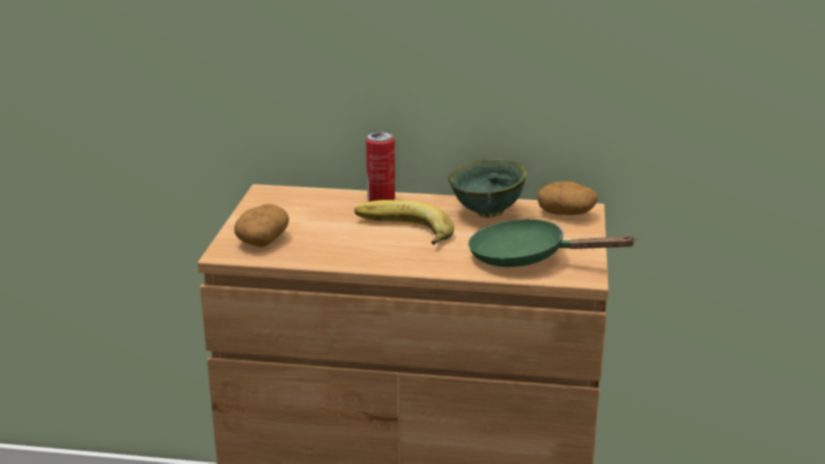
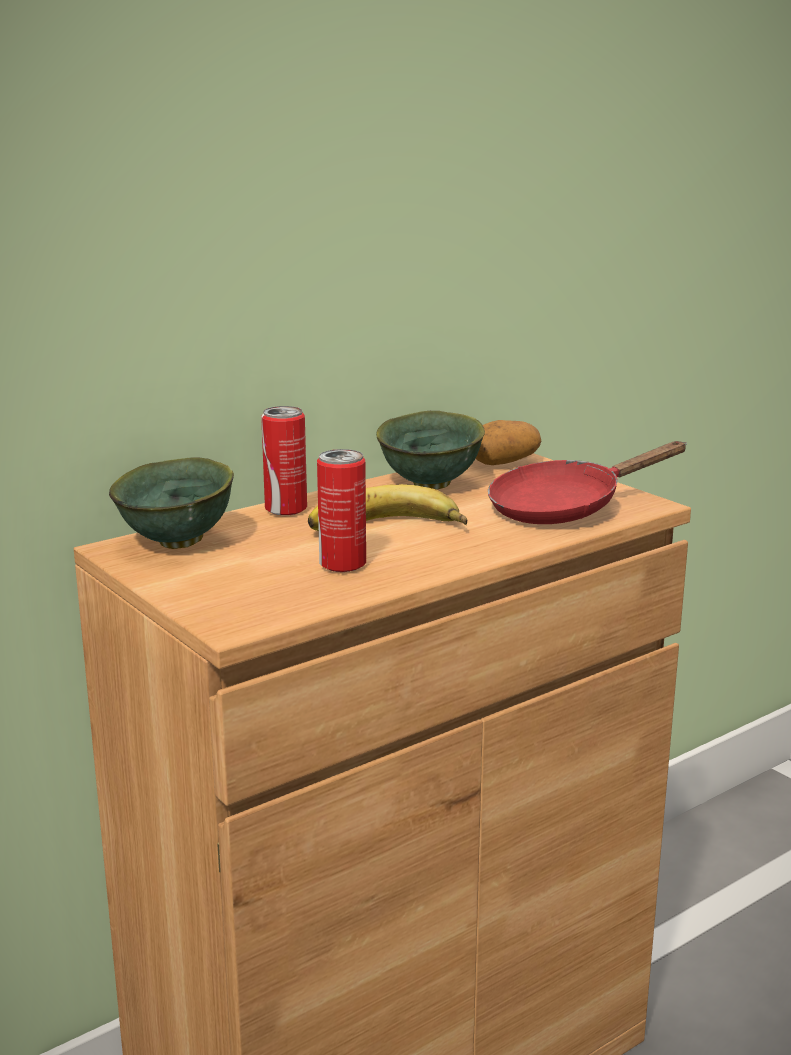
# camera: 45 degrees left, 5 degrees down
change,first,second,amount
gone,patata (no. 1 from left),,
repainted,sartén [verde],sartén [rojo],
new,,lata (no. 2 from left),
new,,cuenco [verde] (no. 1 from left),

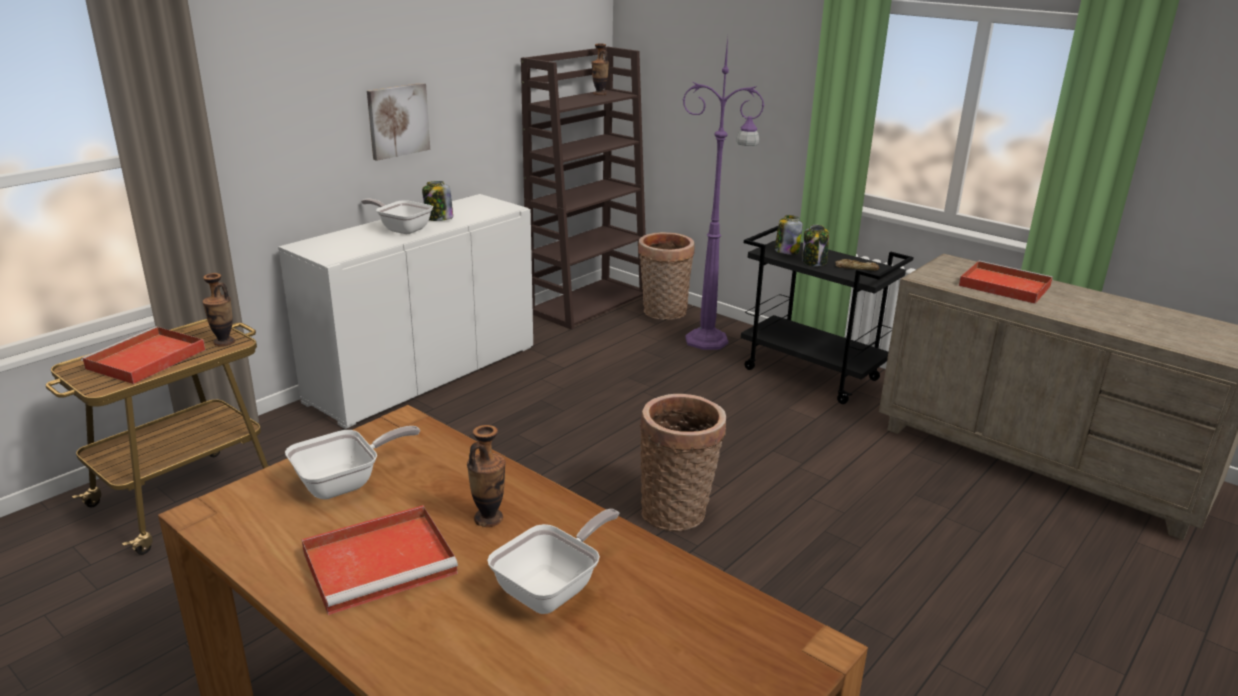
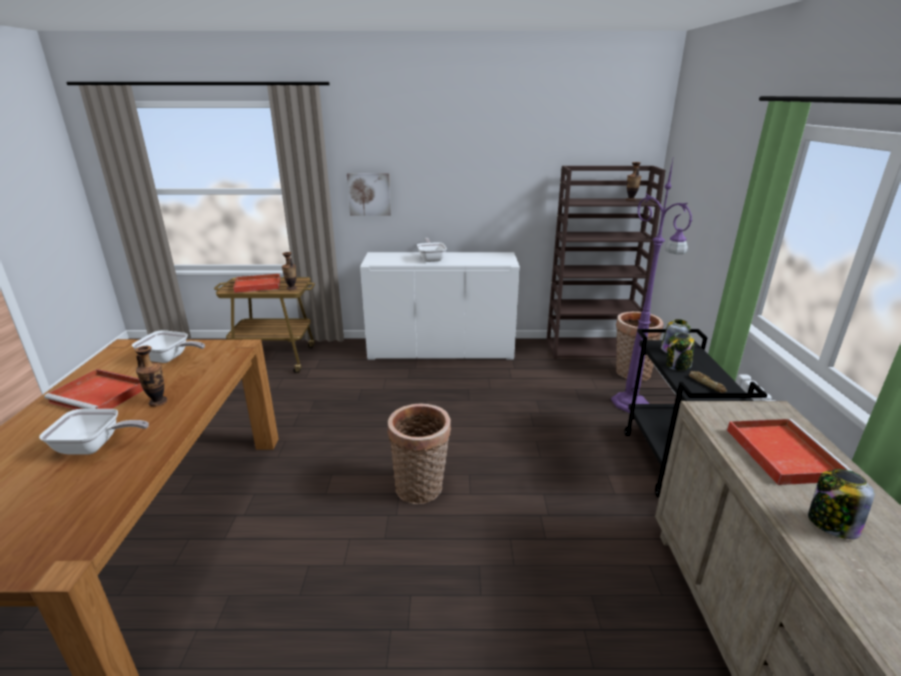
# camera: 50 degrees right, 0 degrees up
change,first,second,amount
shifted,cuadro,,
shifted,tarro (no. 1 from left in the first image),tarro (no. 3 from left),

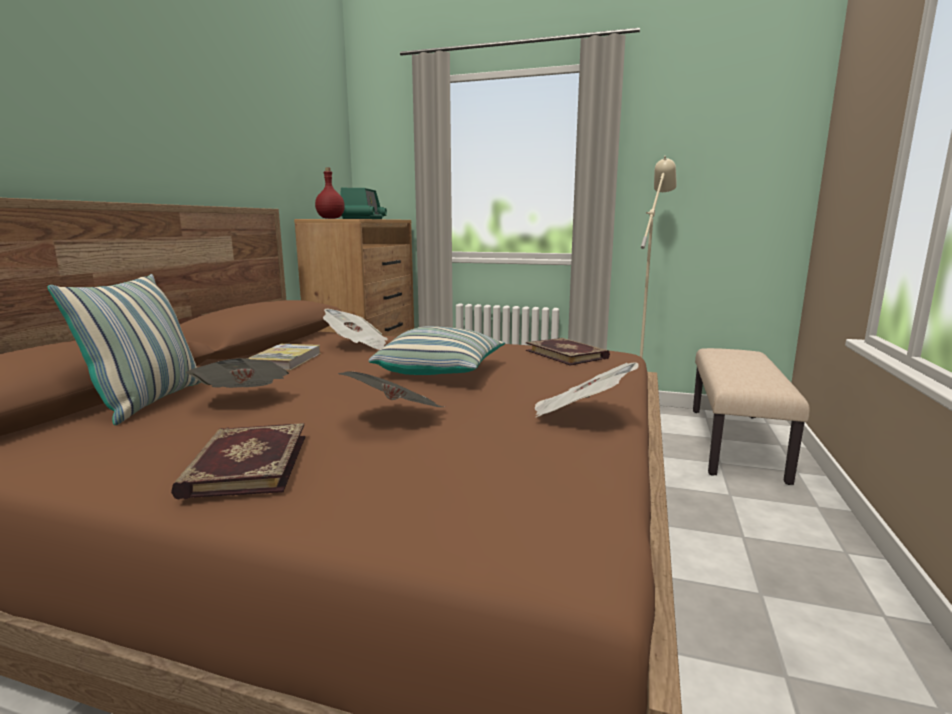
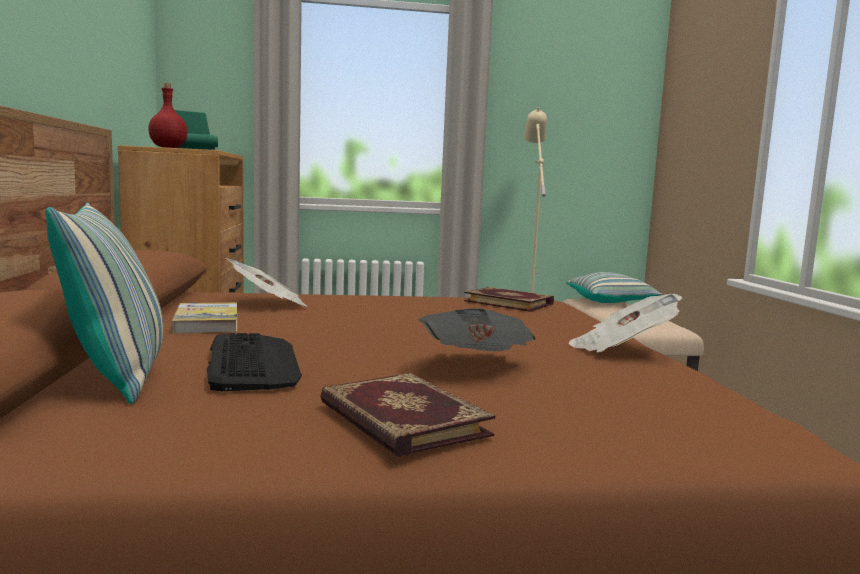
# camera: 25 degrees left, 5 degrees down
change,first,second,amount
shifted,cojín (no. 2 from left),,
swapped,periódico (no. 1 from left),teclado,

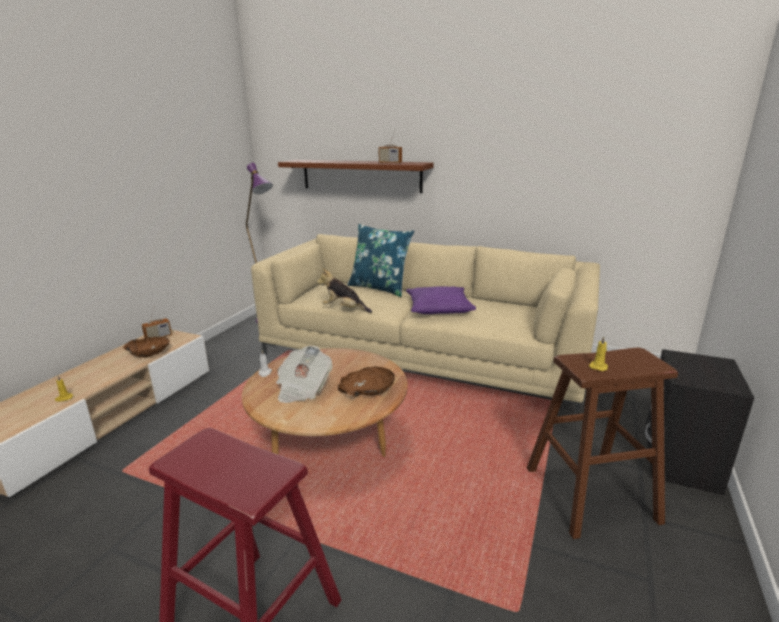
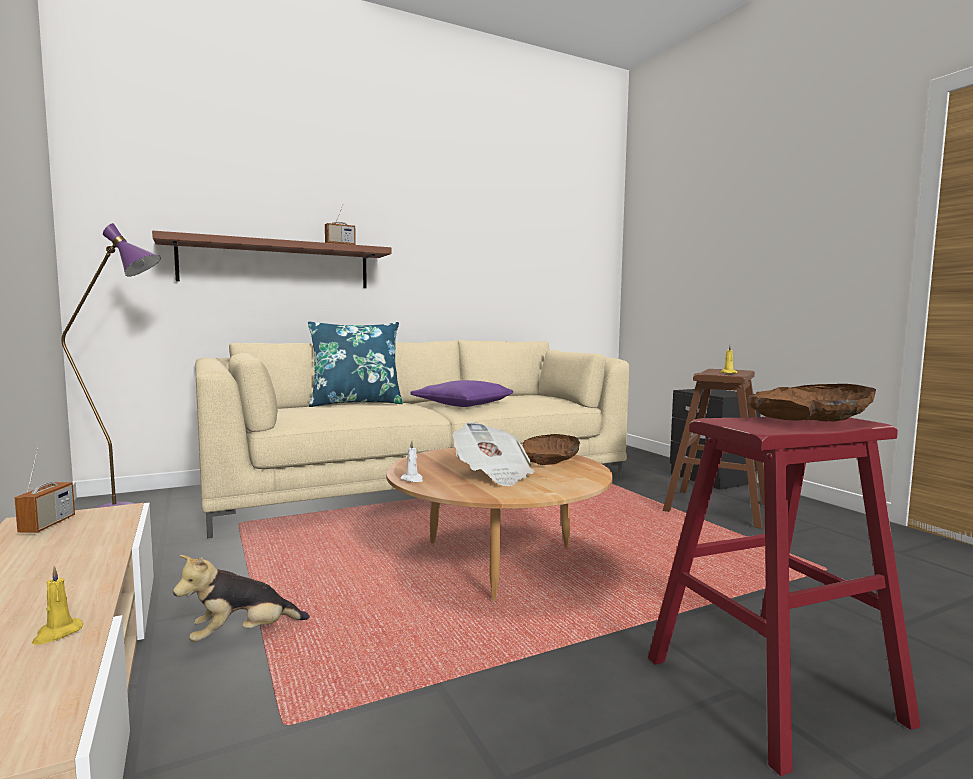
# camera: 50 degrees left, 15 degrees down
change,first,second,amount
shifted,peluche,,
shifted,cuenco [marrón] (no. 1 from left in the first image),cuenco [marrón] (no. 2 from left),

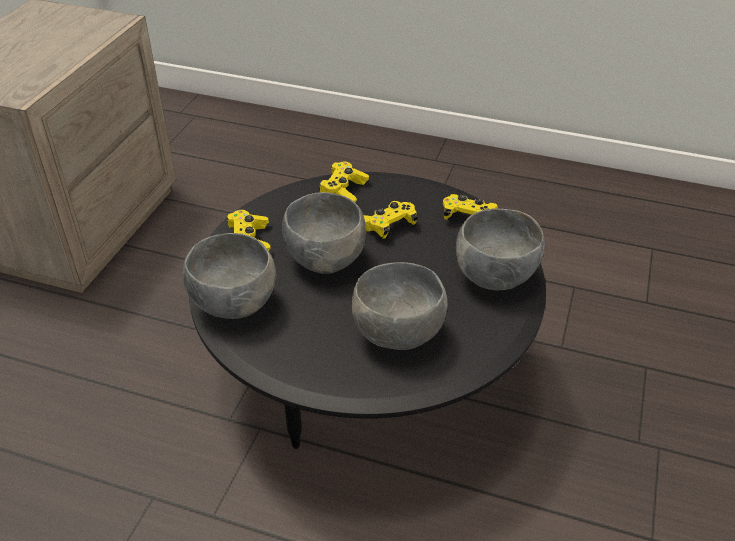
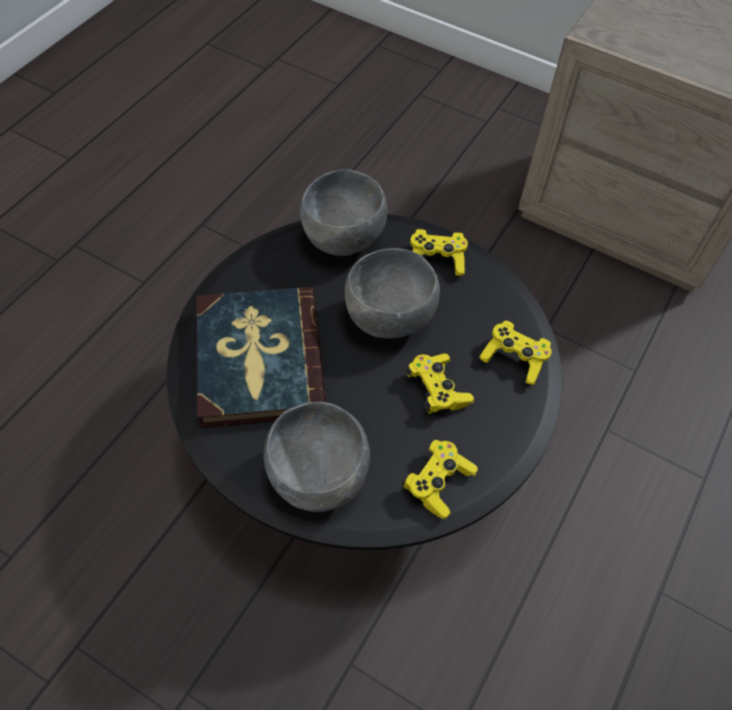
# camera: 100 degrees right, 15 degrees up
change,first,second,amount
swapped,cuenco [gris] (no. 3 from left),libro,

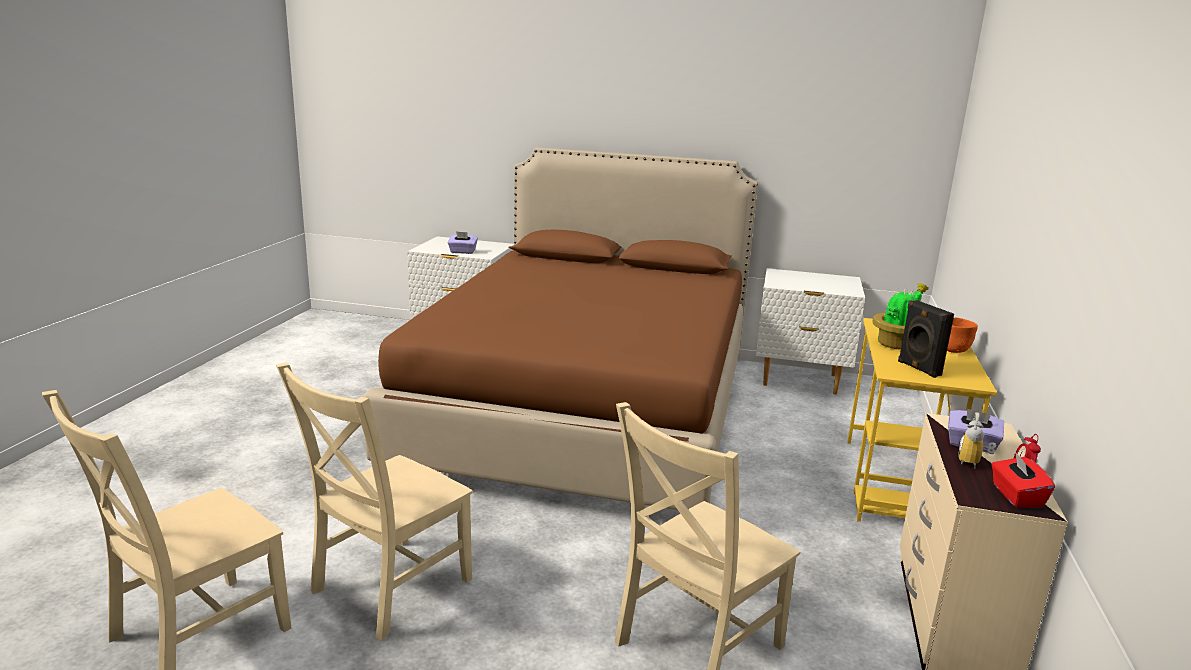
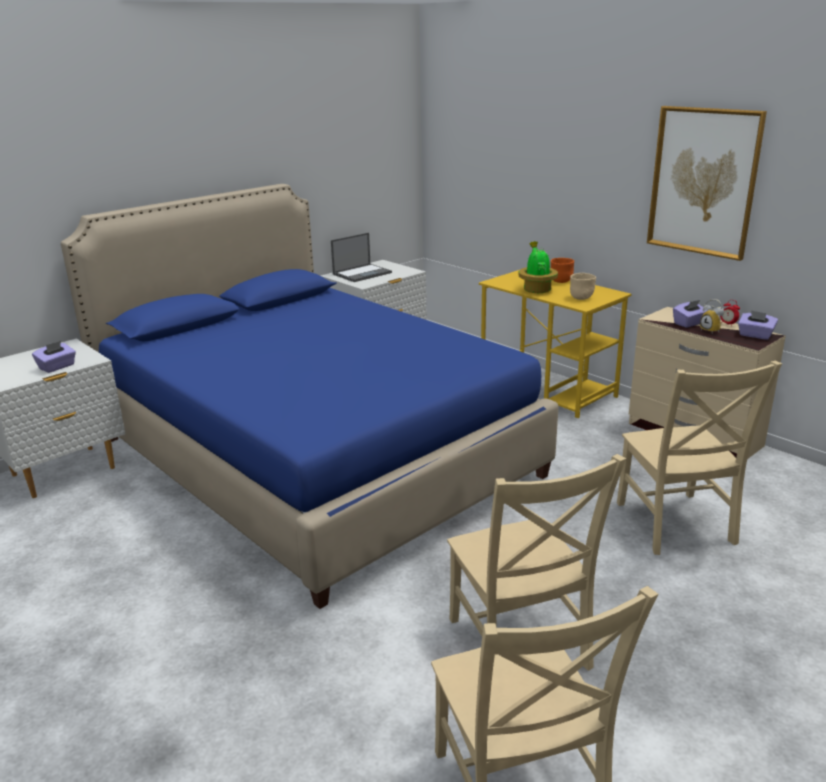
# camera: 55 degrees left, 5 degrees up
change,first,second,amount
repainted,cama [marrón],cama [azul],
swapped,altavoz [negro],cuenco [beis],
repainted,caja de pañuelos [rojo],caja de pañuelos [morado] (no. 3 from left),
new,,cuadro,
new,,portátil,

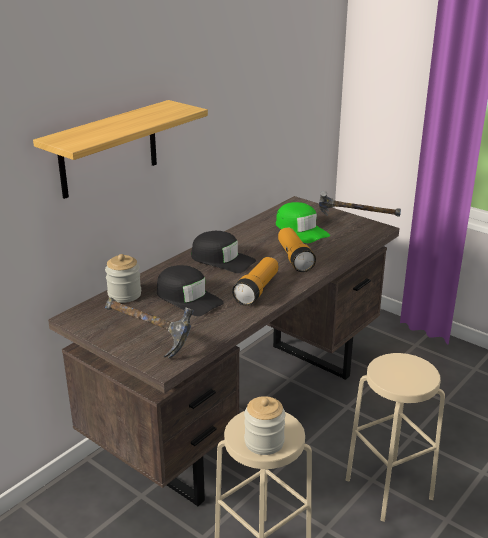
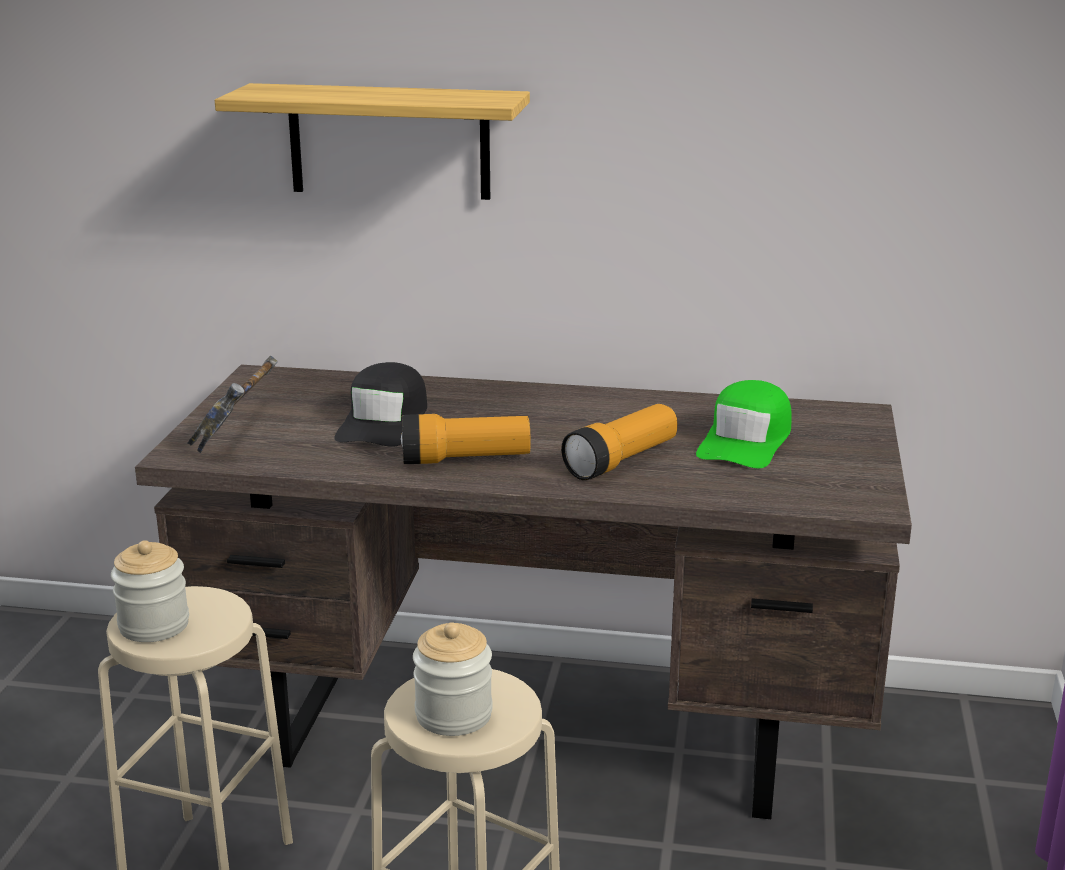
# camera: 60 degrees right, 5 degrees down
change,first,second,amount
gone,martillo (no. 2 from left),,
gone,gorra [negro] (no. 2 from left),,
shifted,tarro (no. 1 from left in the first image),tarro (no. 2 from left),

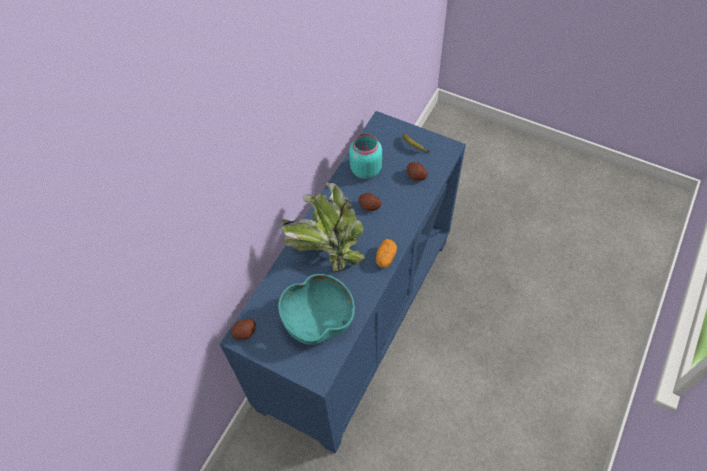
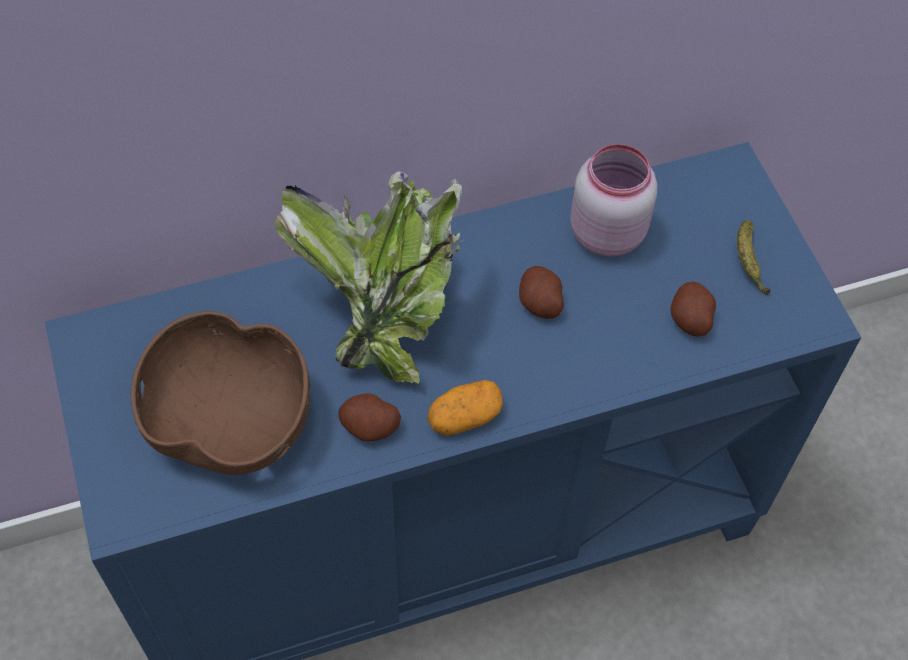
# camera: 40 degrees right, 0 degrees up
change,first,second,amount
repainted,tarro [turquesa],tarro [rosa],
repainted,cuenco [turquesa],cuenco [marrón],
shifted,patata (no. 1 from left),,

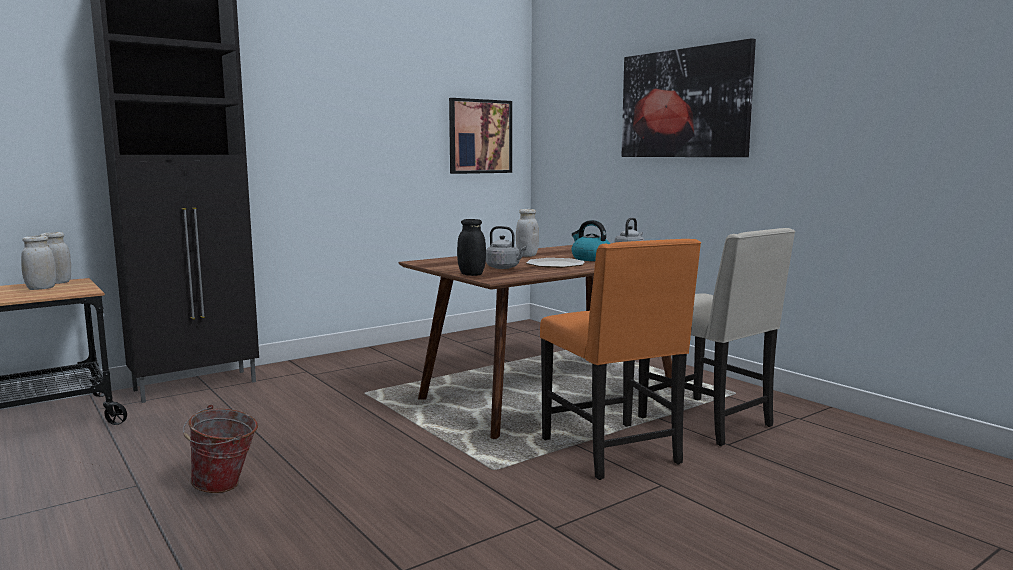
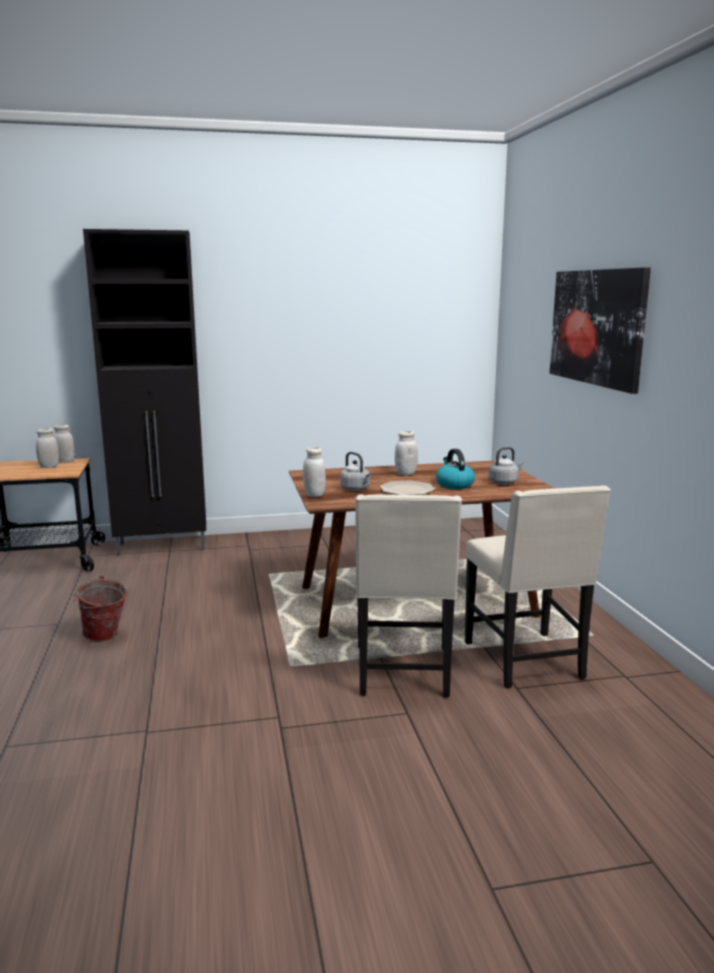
# camera: 25 degrees right, 5 degrees up
change,first,second,amount
gone,cuadro (no. 1 from left),,
repainted,tarro [negro],tarro [blanco] (no. 3 from left),
repainted,silla [naranja],silla [beis] (no. 1 from left),

